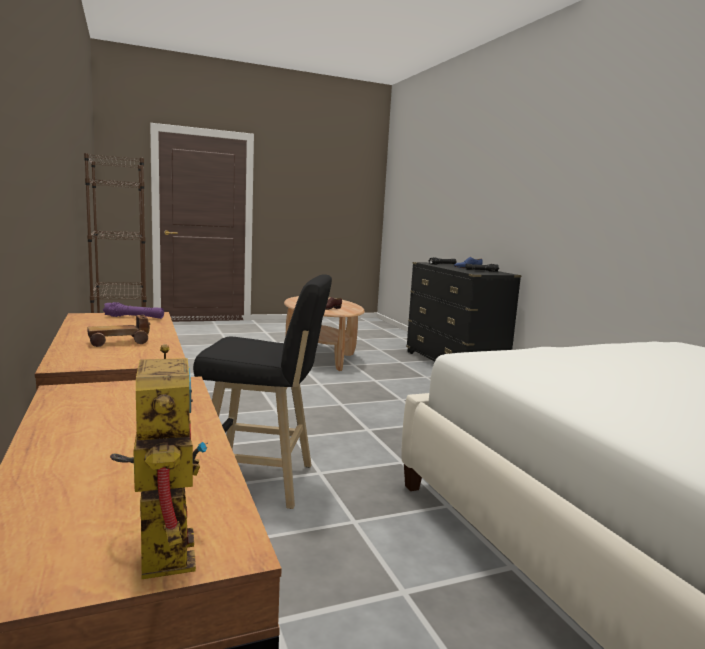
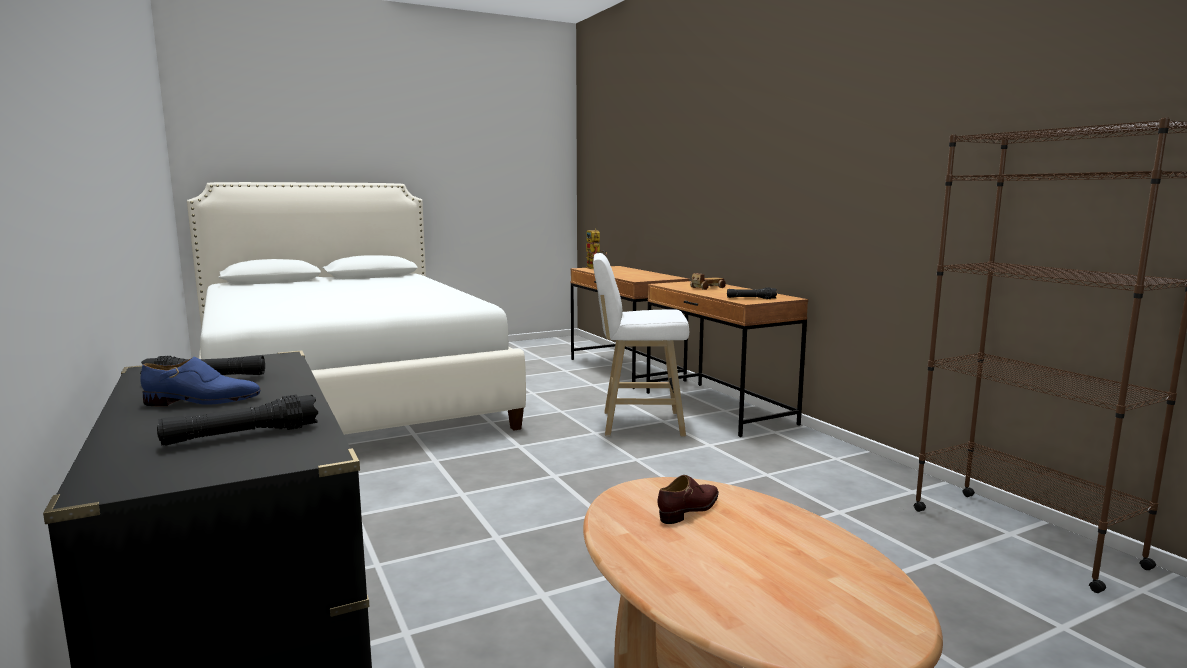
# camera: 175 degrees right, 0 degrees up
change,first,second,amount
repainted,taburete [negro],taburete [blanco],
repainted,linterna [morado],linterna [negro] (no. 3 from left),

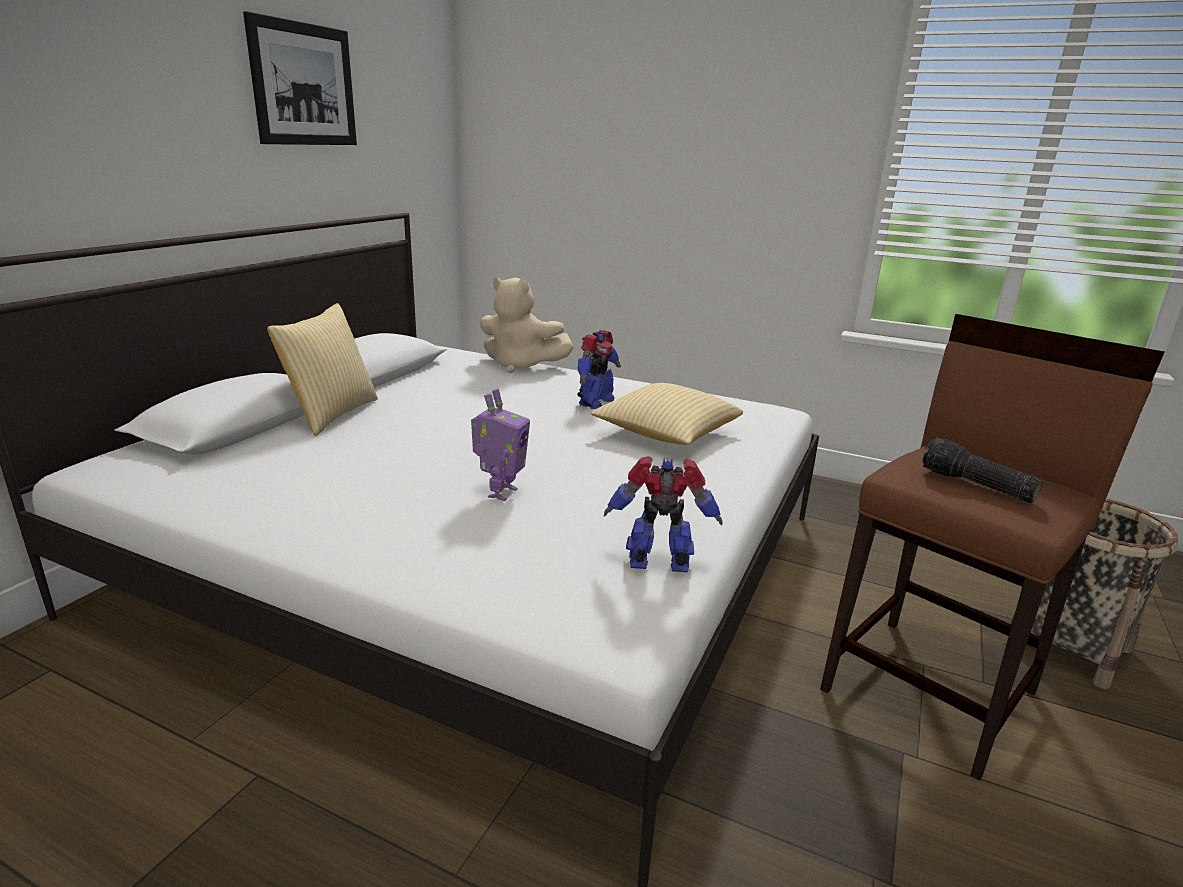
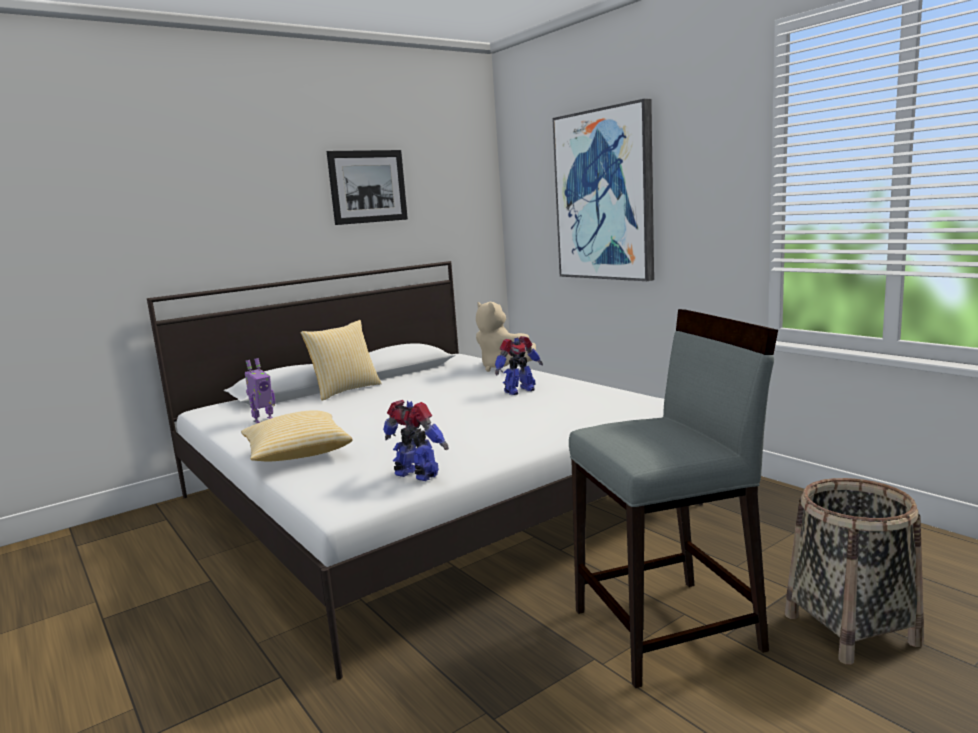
# camera: 30 degrees right, 10 degrees down
change,first,second,amount
repainted,taburete [marrón],taburete [gris],
shifted,cojín (no. 2 from left in the first image),cojín (no. 1 from left),
shifted,robot de juguete (no. 1 from left),,
gone,linterna,,
new,,cuadro (no. 2 from left),

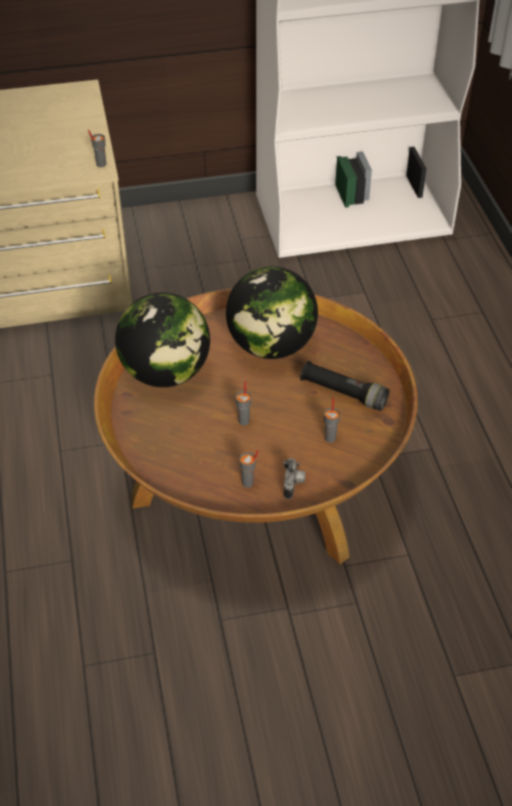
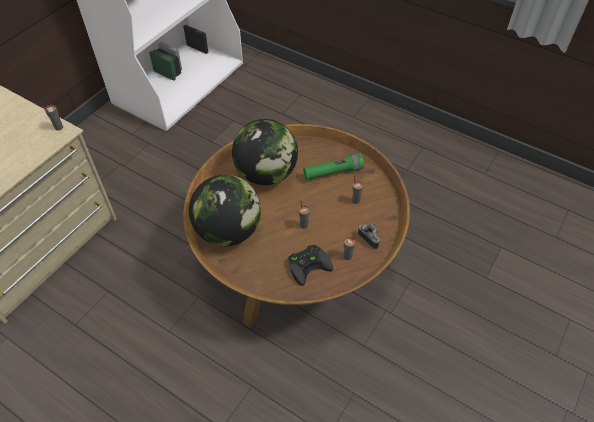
# camera: 45 degrees left, 5 degrees up
change,first,second,amount
repainted,linterna [negro],linterna [verde],
new,,mando de consola [negro],

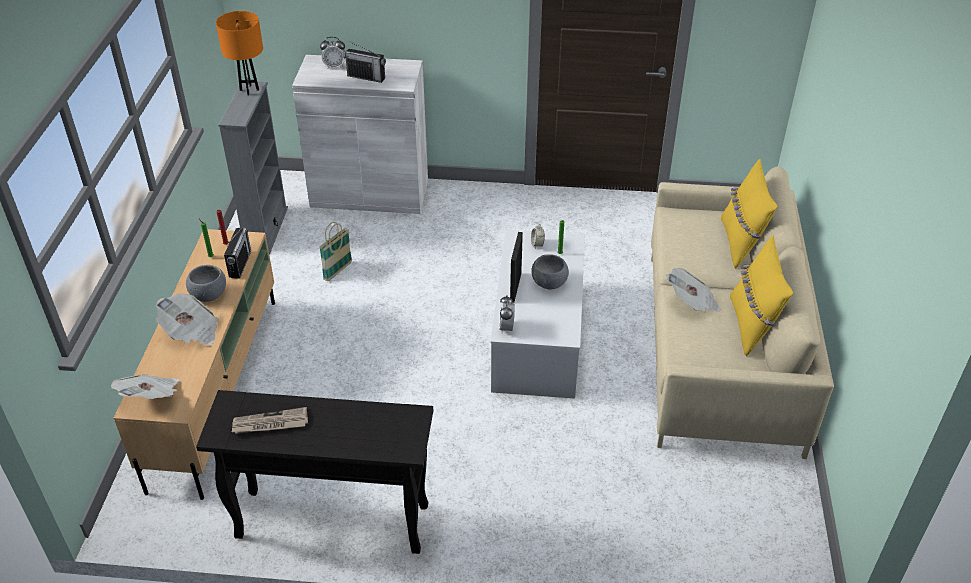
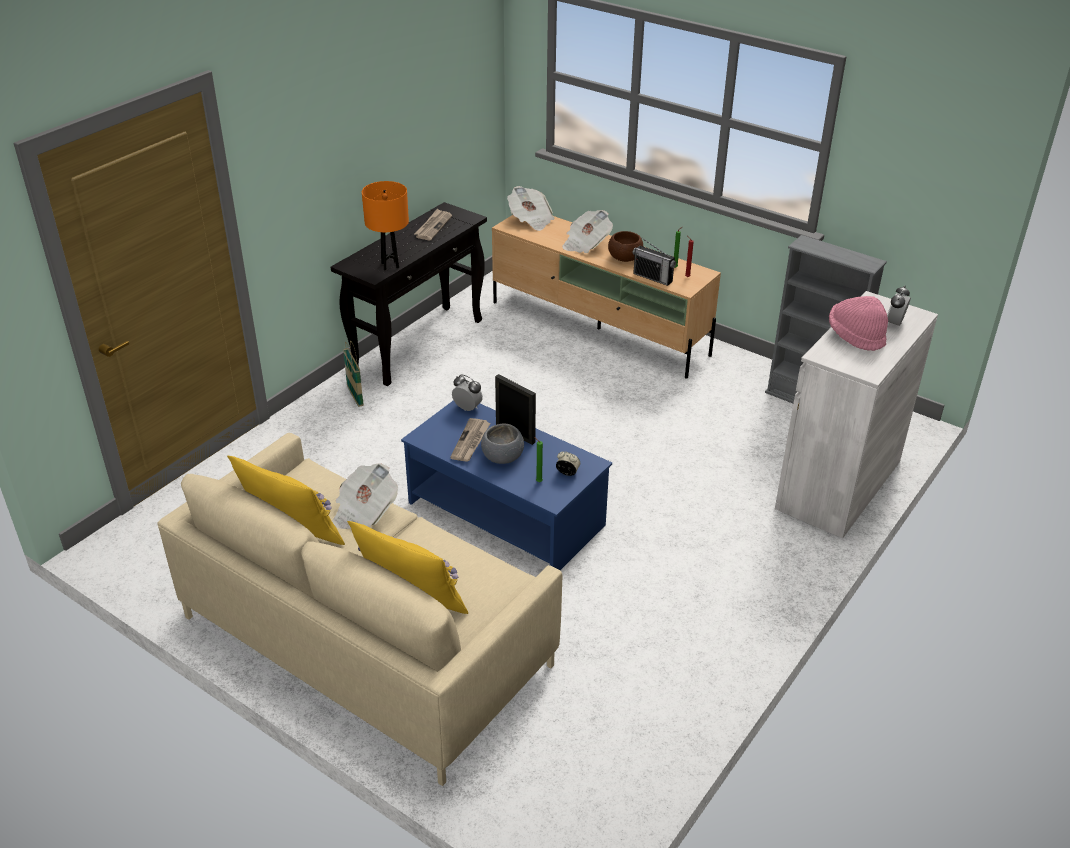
# camera: 120 degrees right, 5 degrees down
change,first,second,amount
shifted,lámpara de mesa [naranja],,
swapped,radio (no. 2 from left),sombrero [rosa],
shifted,cesta,,
repainted,mesa de centro [blanco],mesa de centro [azul],
repainted,cuenco [gris] (no. 1 from left),cuenco [marrón],
new,,periódico (no. 3 from left),

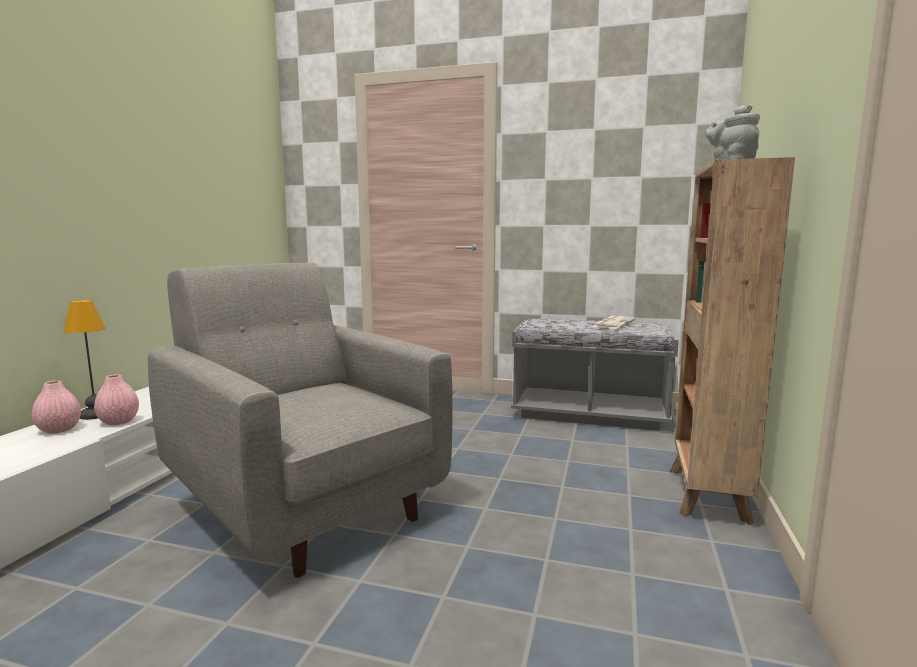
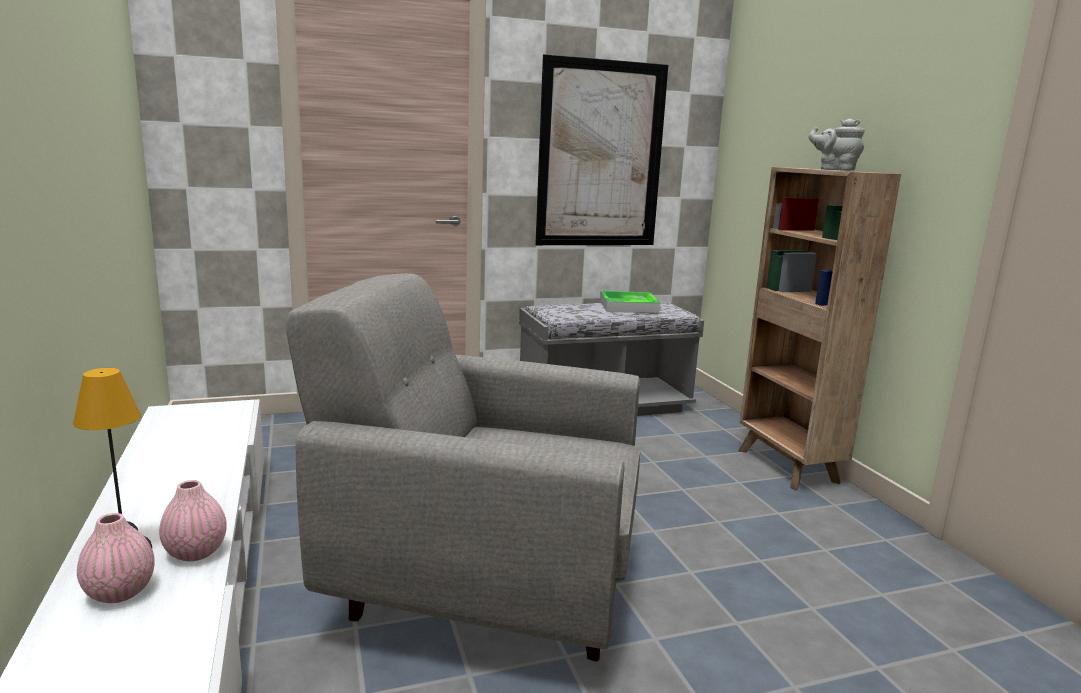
# camera: 35 degrees left, 5 degrees up
change,first,second,amount
swapped,periódico,bandeja,
new,,cuadro,

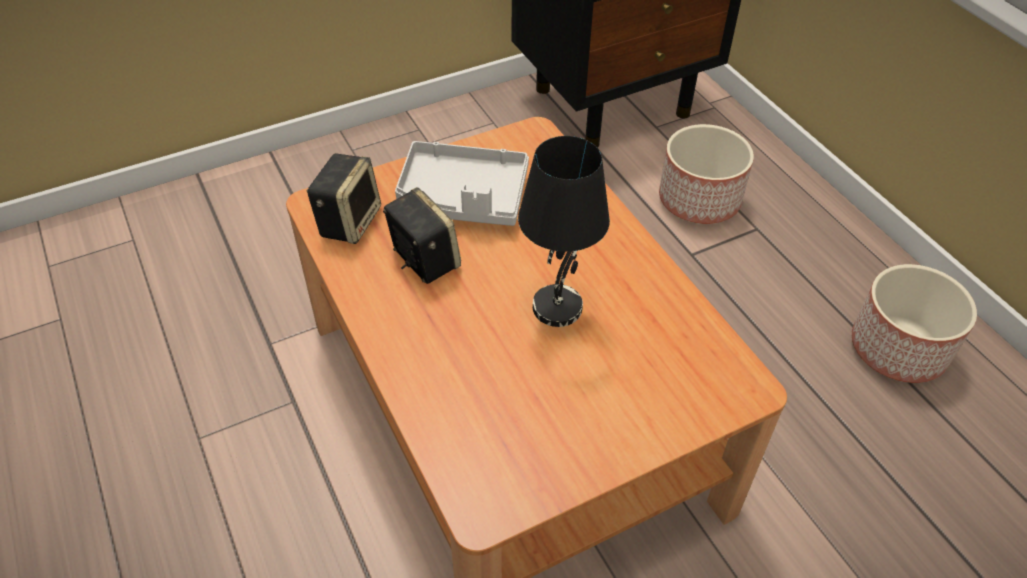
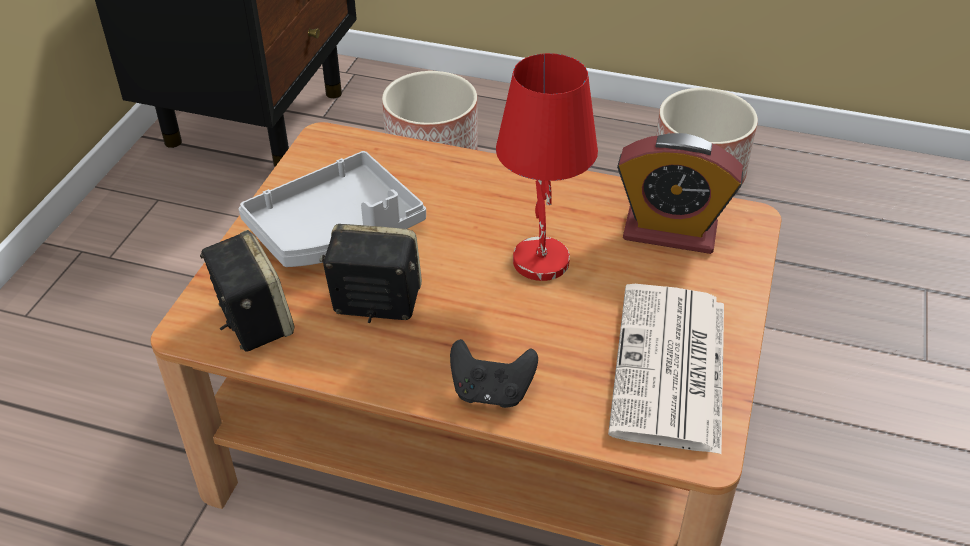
# camera: 45 degrees left, 5 degrees down
change,first,second,amount
repainted,lámpara de mesa [negro],lámpara de mesa [rojo],
new,,despertador,
new,,periódico,
new,,mando de consola [negro],

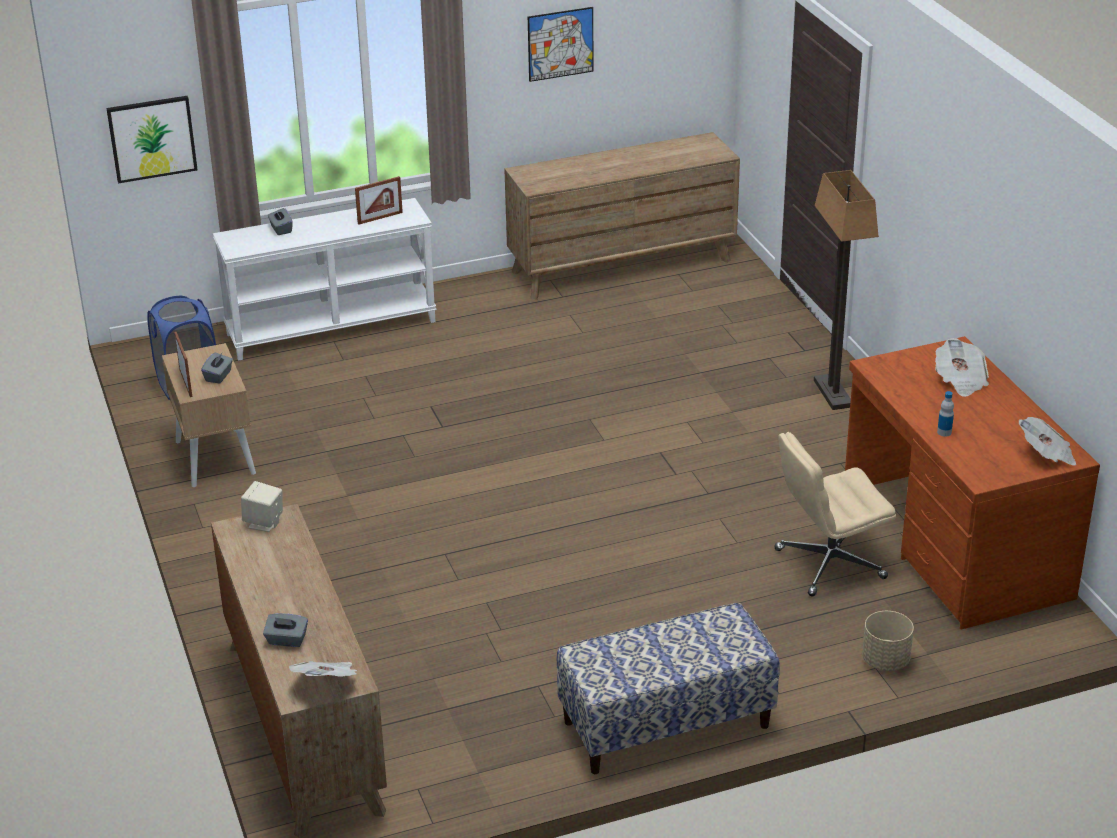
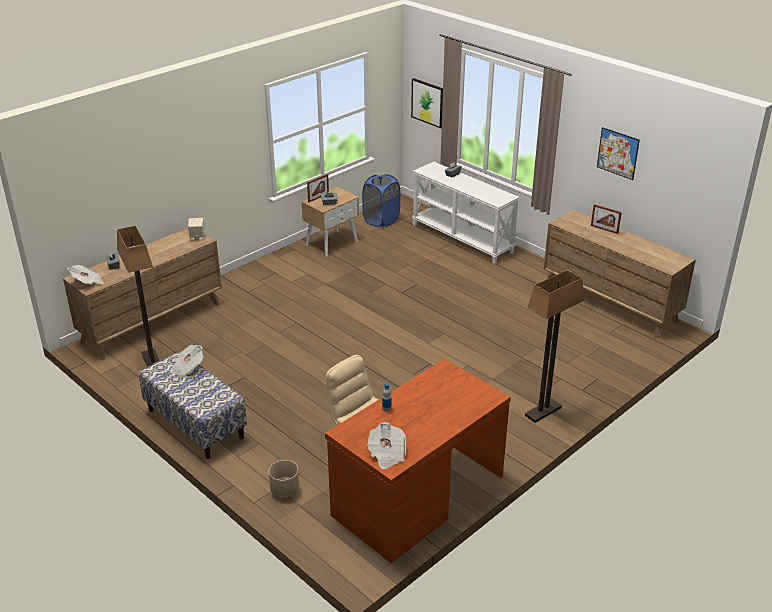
# camera: 65 degrees right, 0 degrees up
change,first,second,amount
shifted,portarretratos (no. 2 from left),,
shifted,periódico (no. 2 from left),,
new,,lámpara de pie (no. 1 from left),

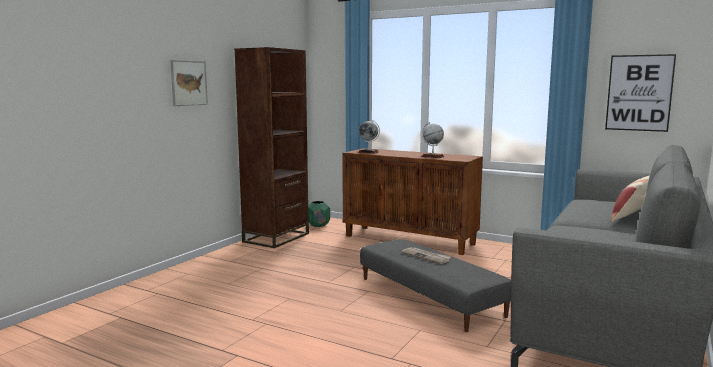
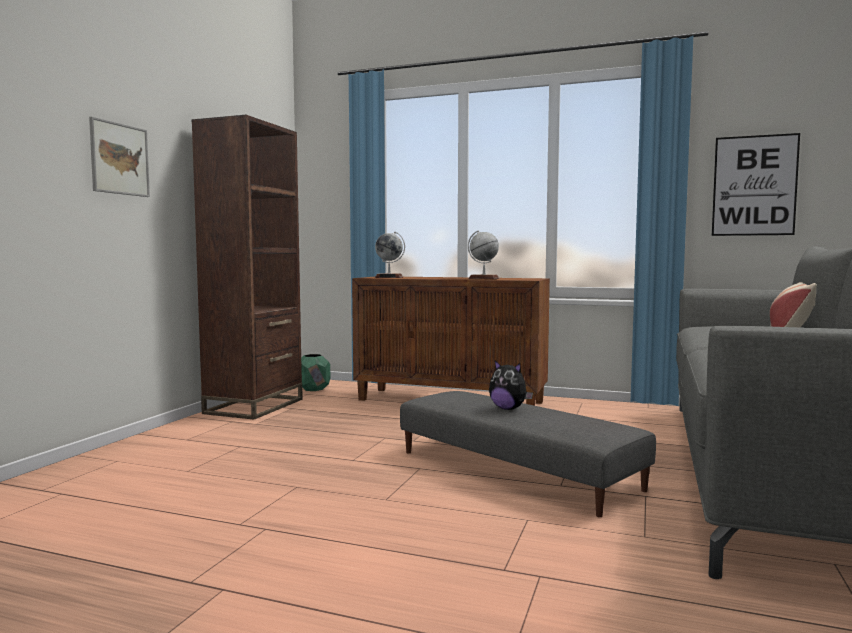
# camera: 10 degrees left, 5 degrees down
change,first,second,amount
swapped,periódico,peluche,

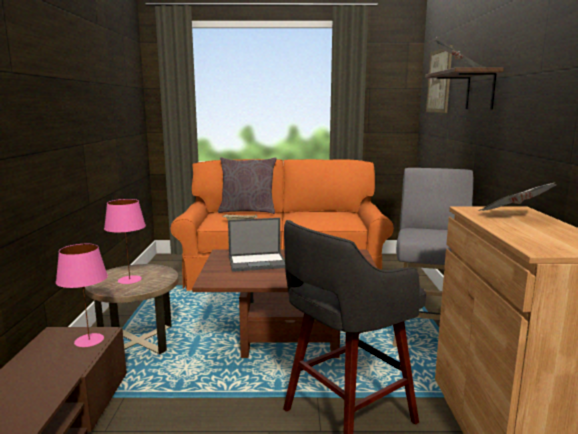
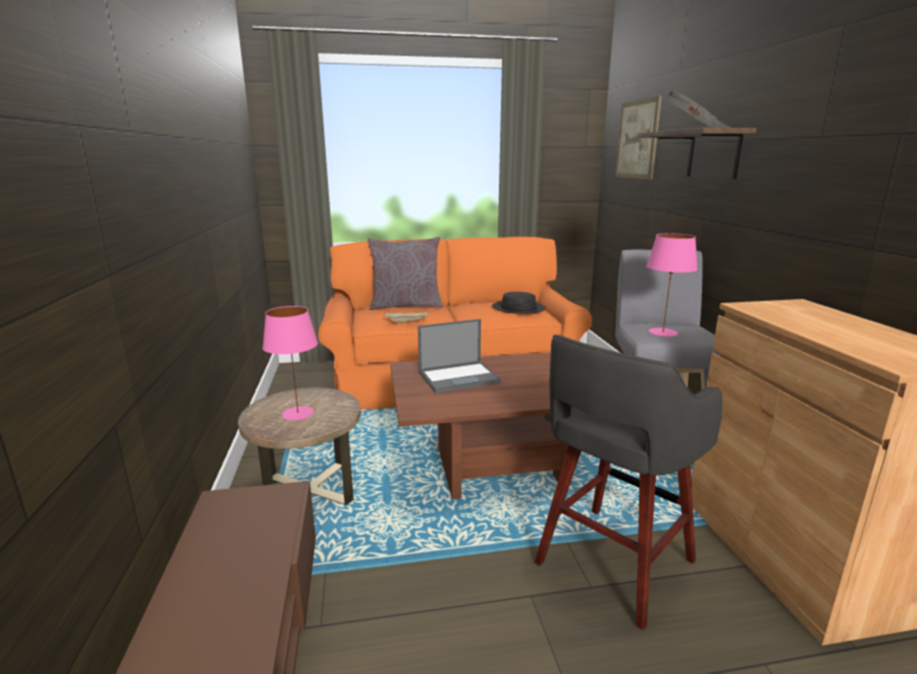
# camera: 10 degrees left, 5 degrees up
change,first,second,amount
gone,periódico (no. 2 from left),,
shifted,lámpara de mesa [rosa] (no. 1 from left in the first image),lámpara de mesa [rosa] (no. 2 from left),
new,,sombrero [negro],

